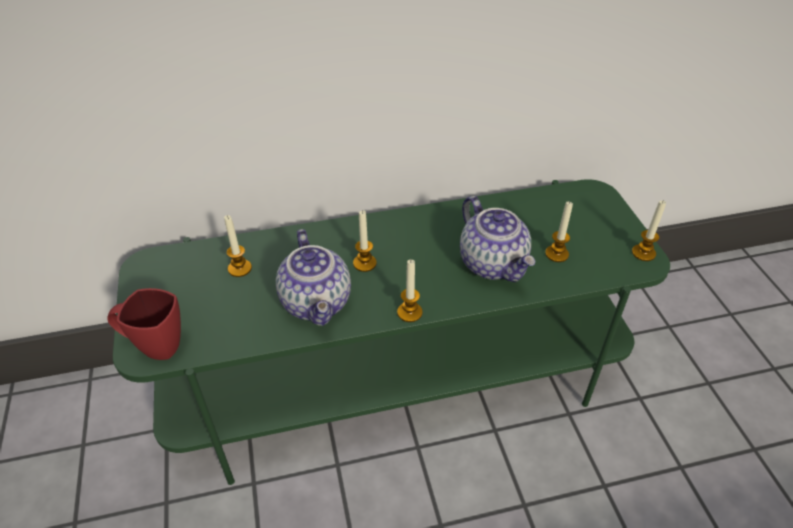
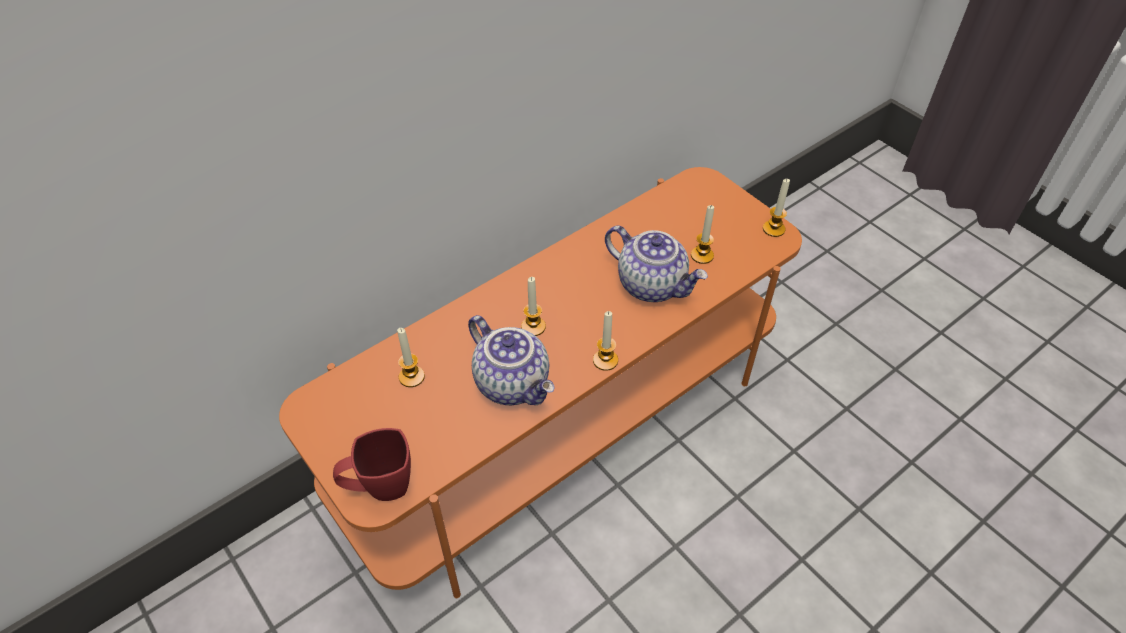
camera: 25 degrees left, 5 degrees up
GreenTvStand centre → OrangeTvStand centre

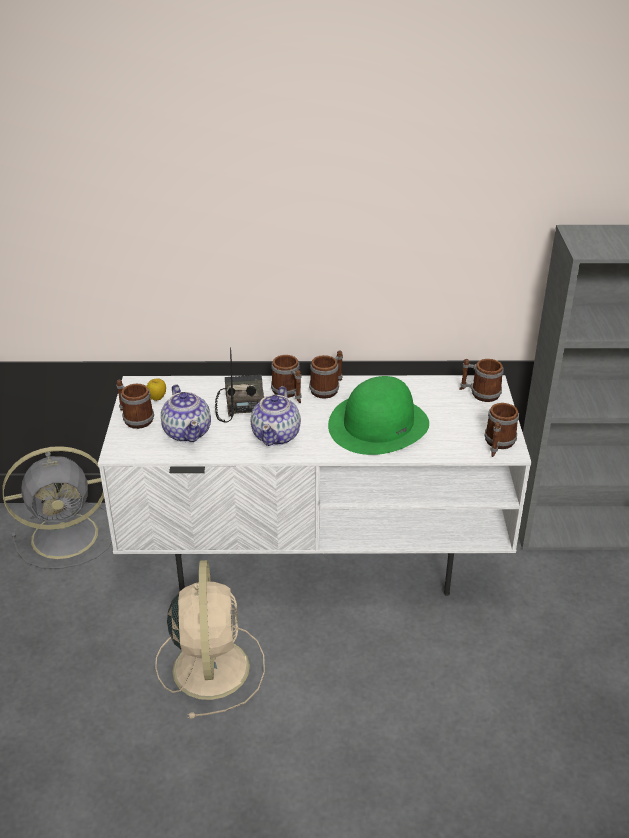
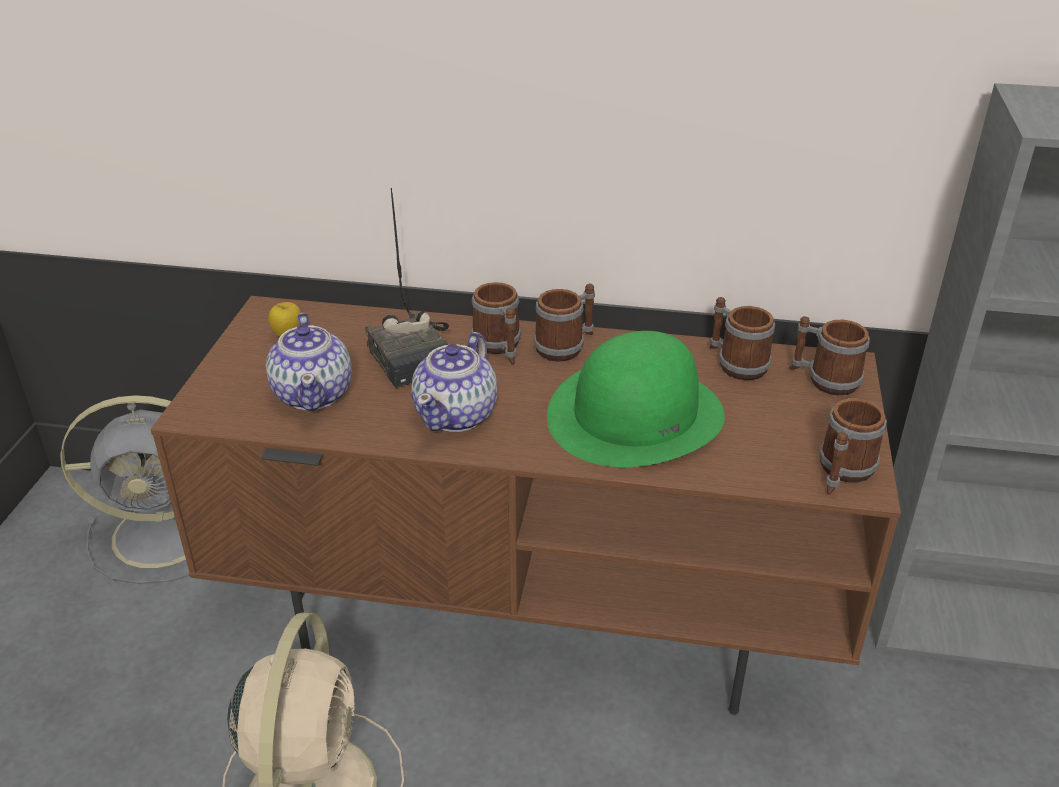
camera: 10 degrees right, 0 degrees up
Radio centre, 150 degrees clockwise
WhiteTvStand centre → BrownTvStand centre
Mug (1st from left in the first image) middle left → Mug (3rd from left) middle right, move

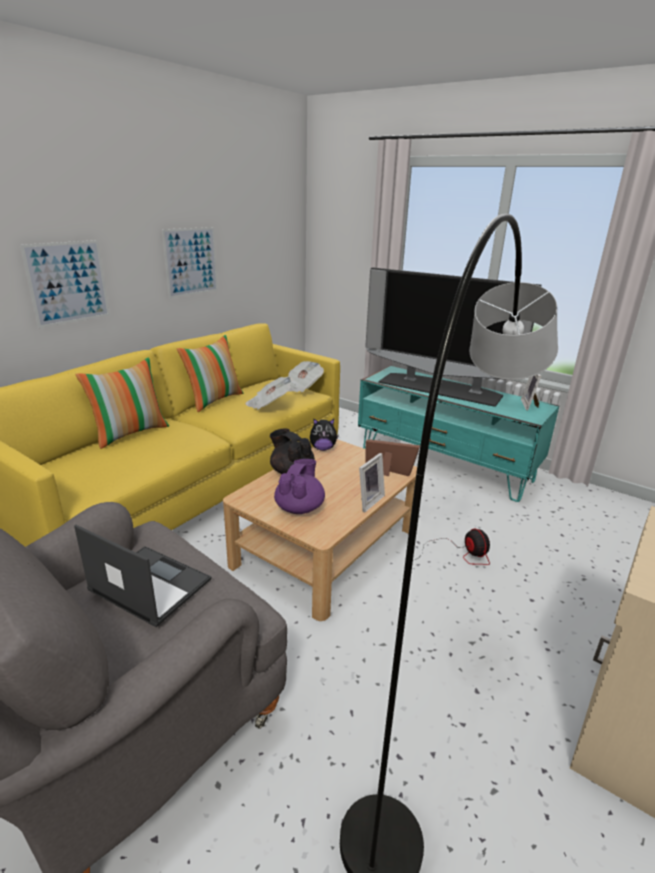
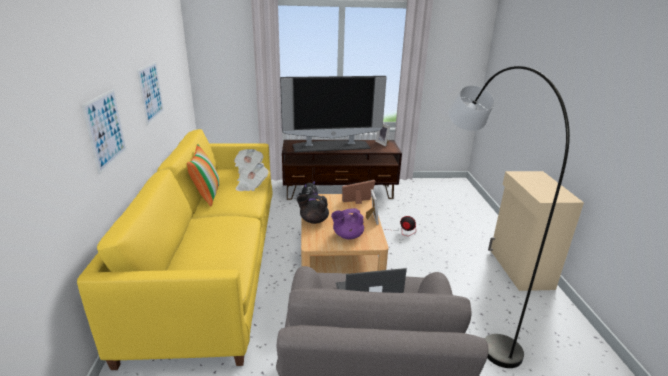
camera: 40 degrees left, 0 degrees up
Pillow (1st from left) middle left → -
TurquoiseTvStand middle right → BrownTvStand centre
PurpleTeapot centre, 90 degrees counterclockwise

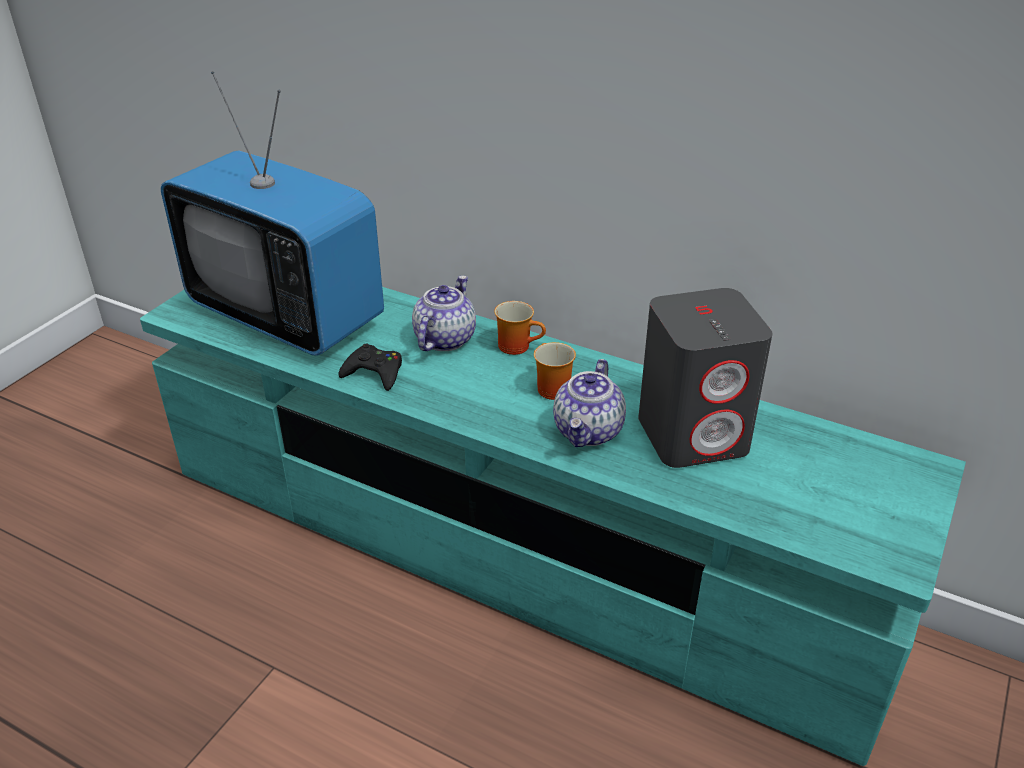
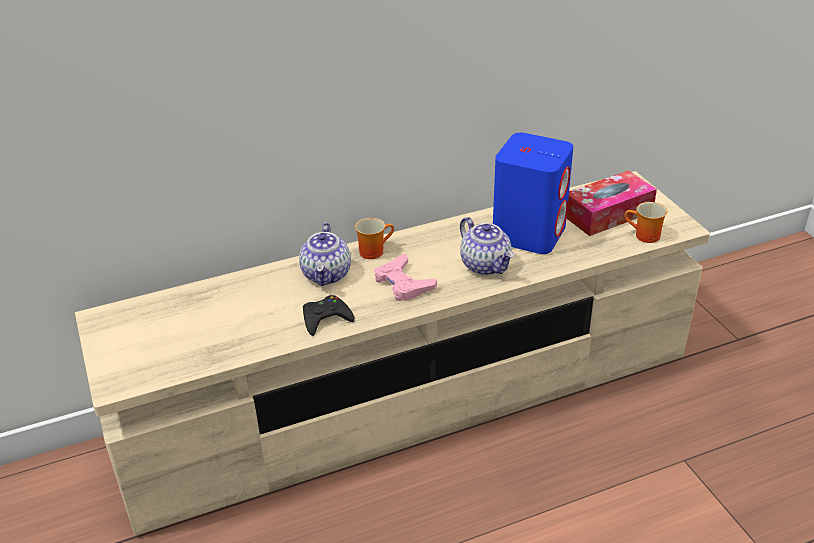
camera: 50 degrees left, 0 degrees up
Television top left → -
Teapot (1st from left) centre, 150 degrees counterclockwise
TurquoiseTvStand bottom centre → BeigeTvStand centre
GreySpeaker middle right → BlueSpeaker centre
Mug (2nd from left) centre → Mug (2nd from left) middle right, move
- → TissueBox middle right
- → PinkGameController centre

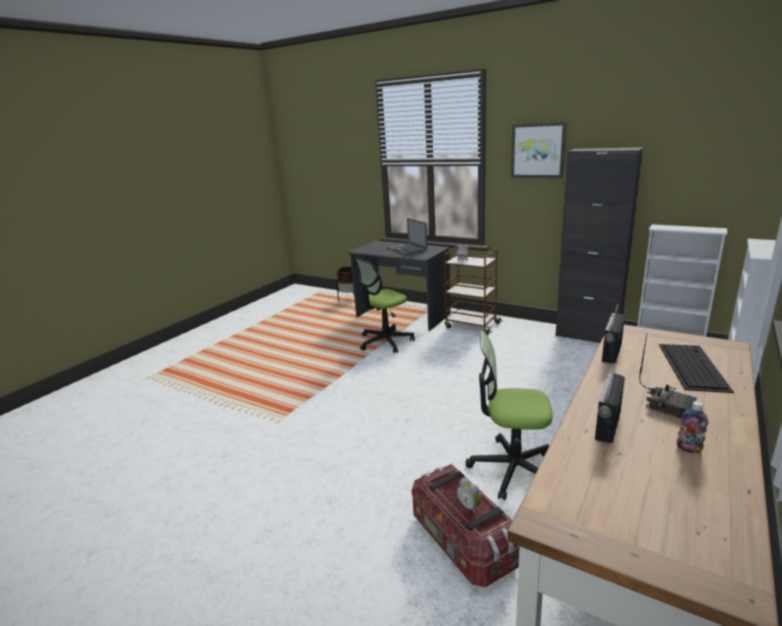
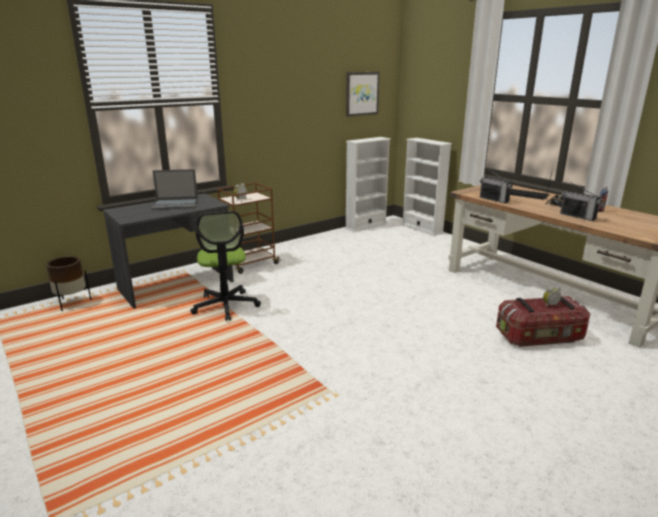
camera: 70 degrees left, 0 degrees up
Picture top right → Picture top centre, move
BlackCabinet middle right → -
OfficeChair (2nd from left) centre → -

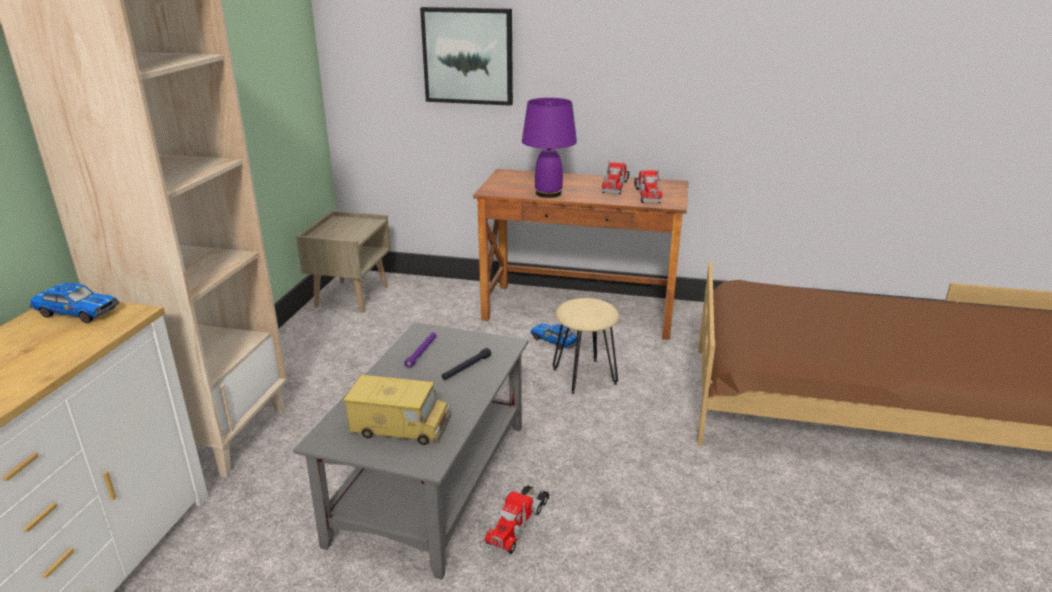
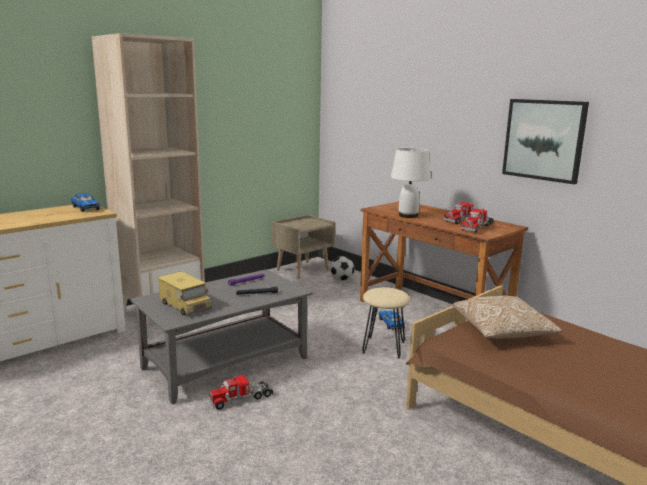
camera: 35 degrees right, 10 degrees down
Picture top centre → Picture top right, move
PurpleTableLamp top centre → WhiteTableLamp centre
- → Football centre
- → Pillow middle right

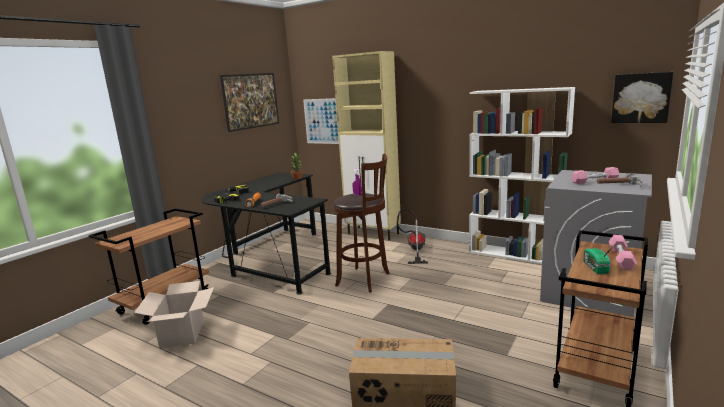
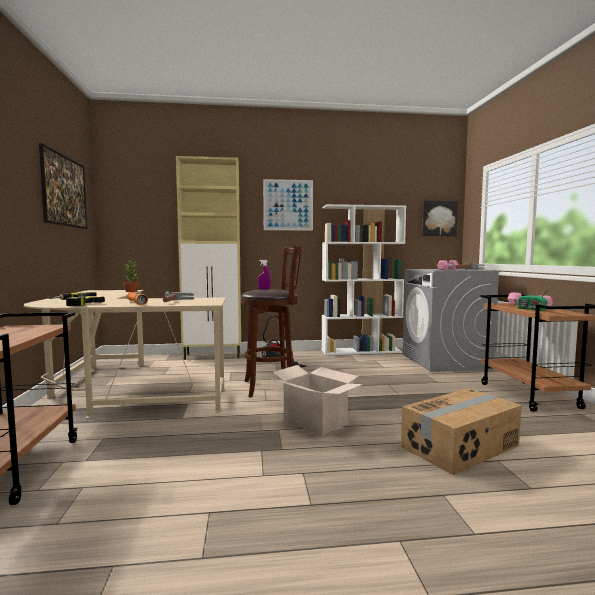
camera: 40 degrees left, 10 degrees down
Picture (2nd from left) top centre → Picture (2nd from left) centre, move
BlackDesk centre → BeigeDesk middle left
CardboardBox (1st from left) bottom left → CardboardBox (1st from left) bottom centre, move

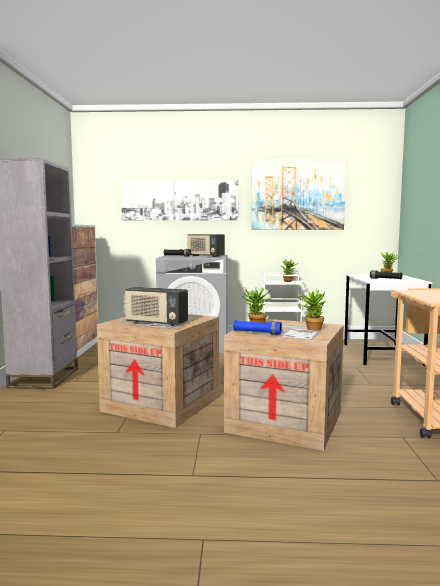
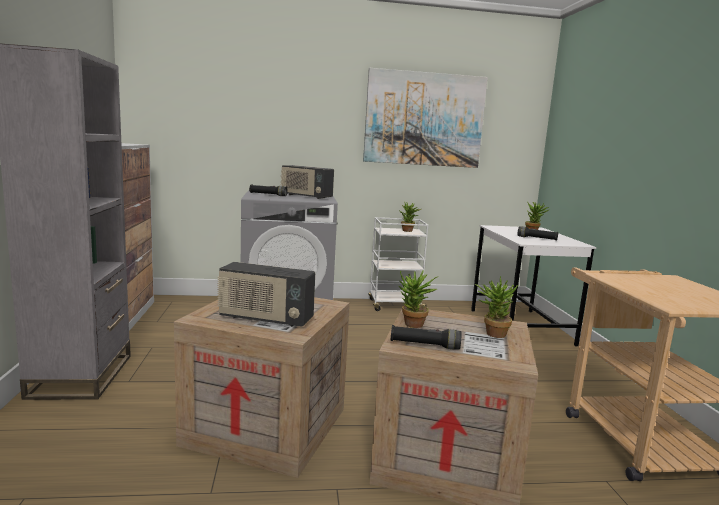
camera: 10 degrees left, 5 degrees up
Picture (1st from left) centre → -
BlueFlashlight centre → BlackFlashlight (2nd from left) bottom centre

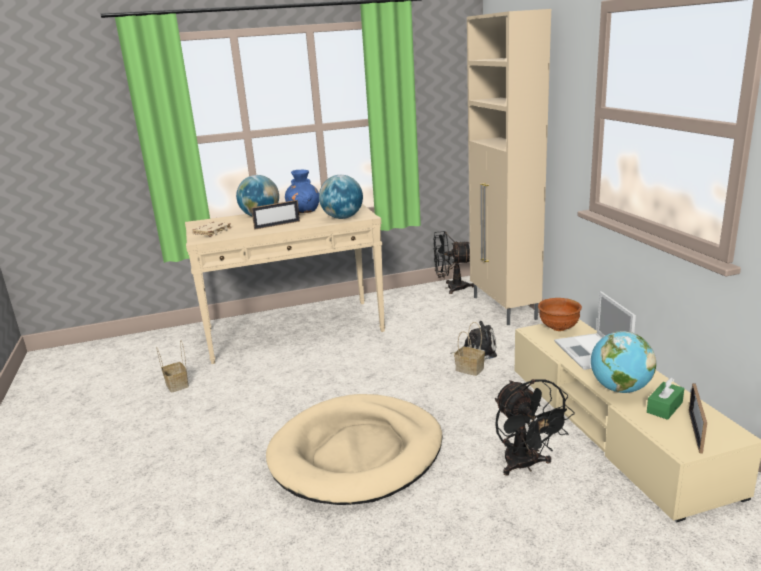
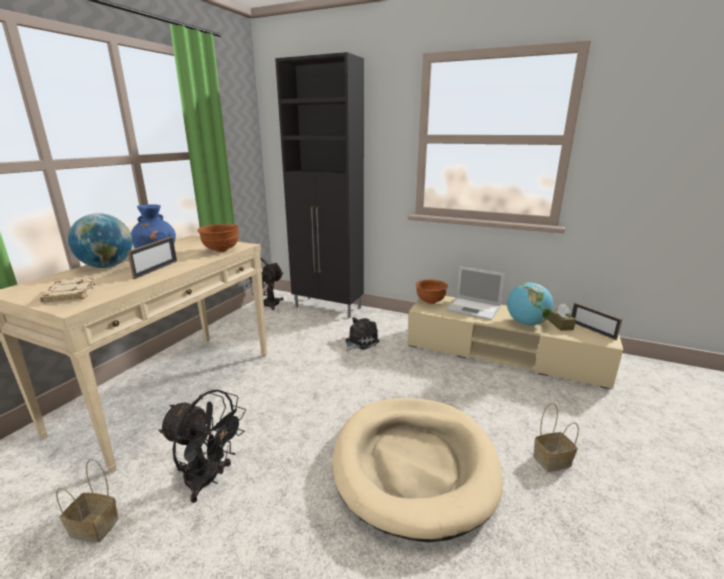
camera: 50 degrees left, 0 degrees up
BeigeCabinet top right → BlackCabinet top centre
Globe (2nd from left) centre → BrownBowl (1st from left) middle left
Basket (2nd from left) centre → Basket (2nd from left) bottom right, move
GreenTissueBox bottom right → BrownTissueBox middle right
BlackFan (2nd from left in the first image) bottom right → BlackFan (1st from left) bottom left, move

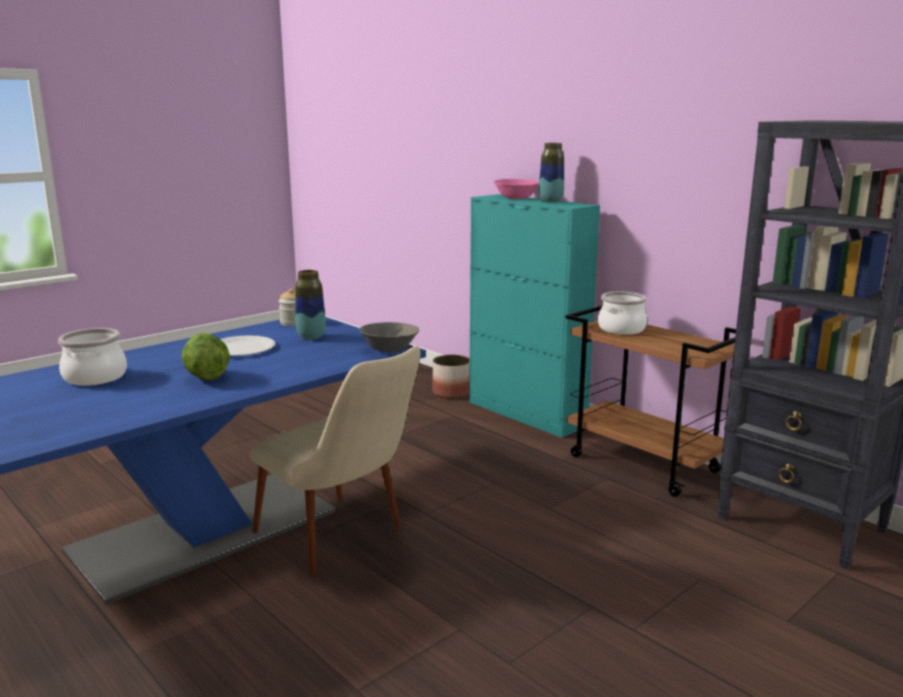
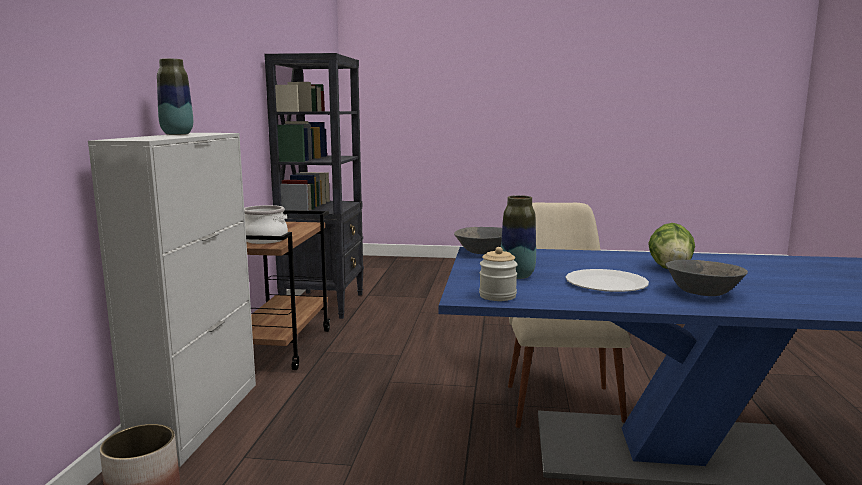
camera: 130 degrees left, 5 degrees down
PinkBowl top centre → -
TurquoiseCabinet centre → WhiteCabinet middle left
CookingPot (1st from left) middle left → -
- → GreyBowl (2nd from left) middle right

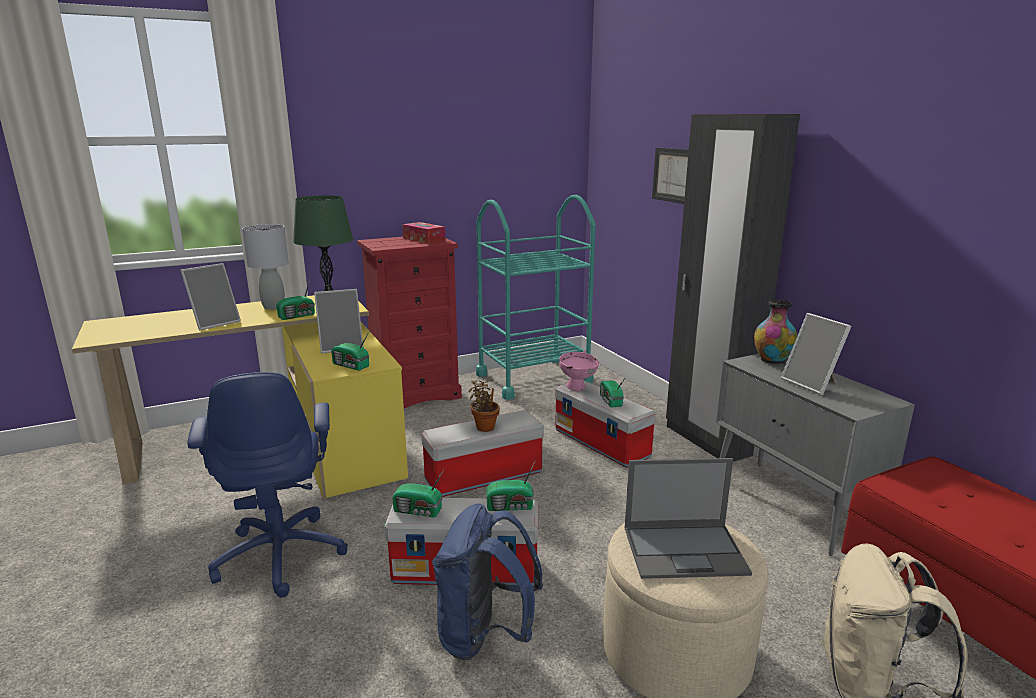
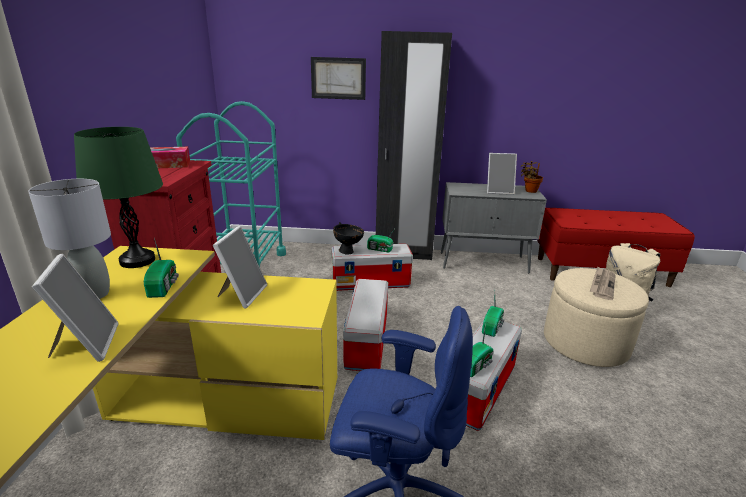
camera: 60 degrees left, 5 degrees up
Vase middle right → -
Radio (2nd from left) centre → -
PinkBowl centre → BlackBowl centre
PottedPlant centre → PottedPlant middle right, move
Laptop bottom centre → Newspaper middle right
BlueBackpack bottom centre → -

